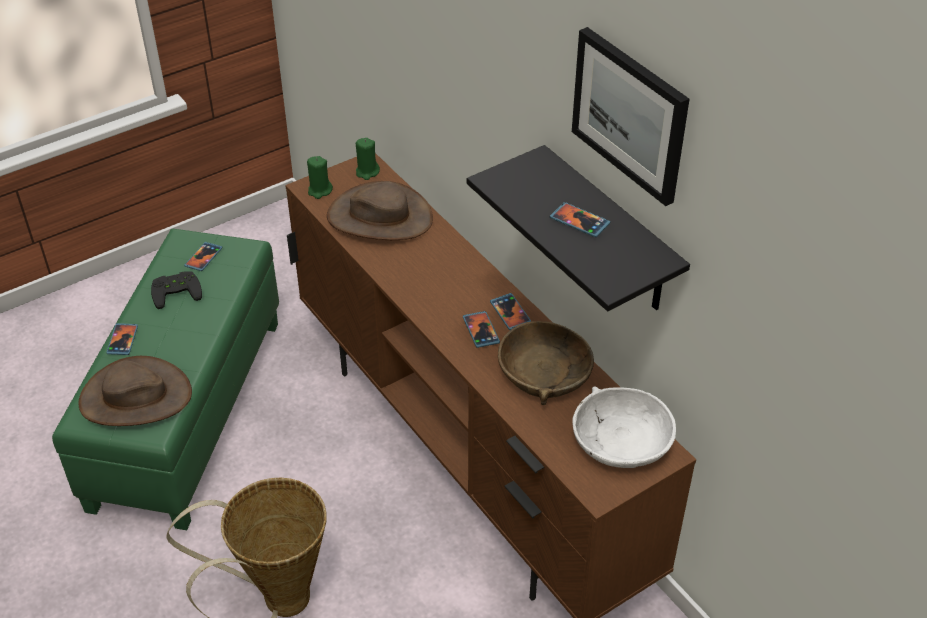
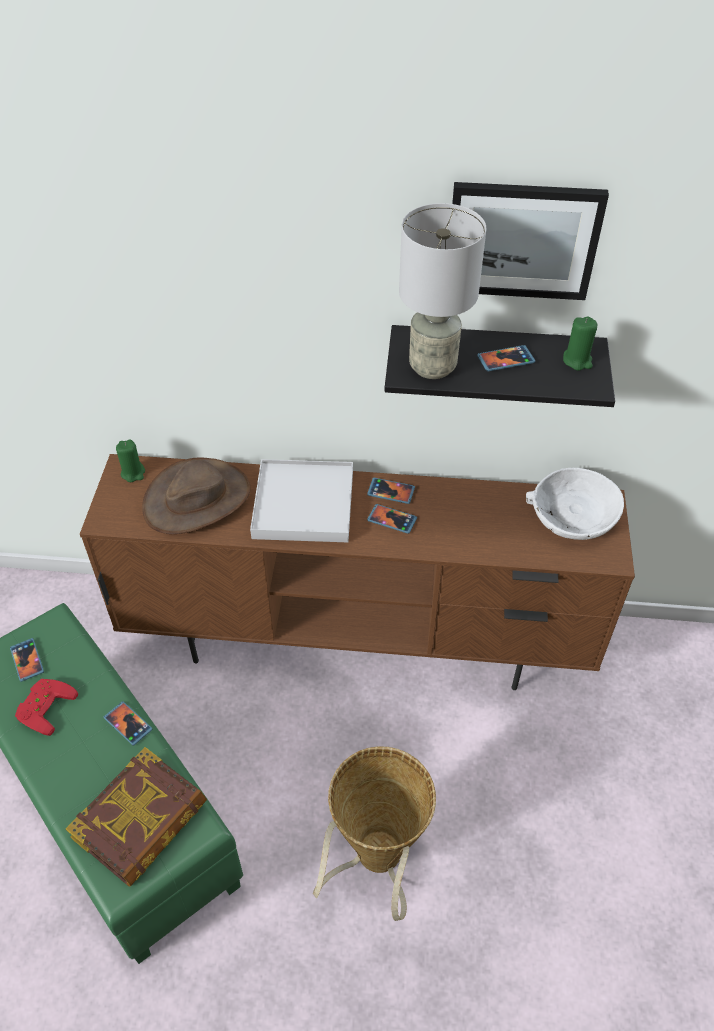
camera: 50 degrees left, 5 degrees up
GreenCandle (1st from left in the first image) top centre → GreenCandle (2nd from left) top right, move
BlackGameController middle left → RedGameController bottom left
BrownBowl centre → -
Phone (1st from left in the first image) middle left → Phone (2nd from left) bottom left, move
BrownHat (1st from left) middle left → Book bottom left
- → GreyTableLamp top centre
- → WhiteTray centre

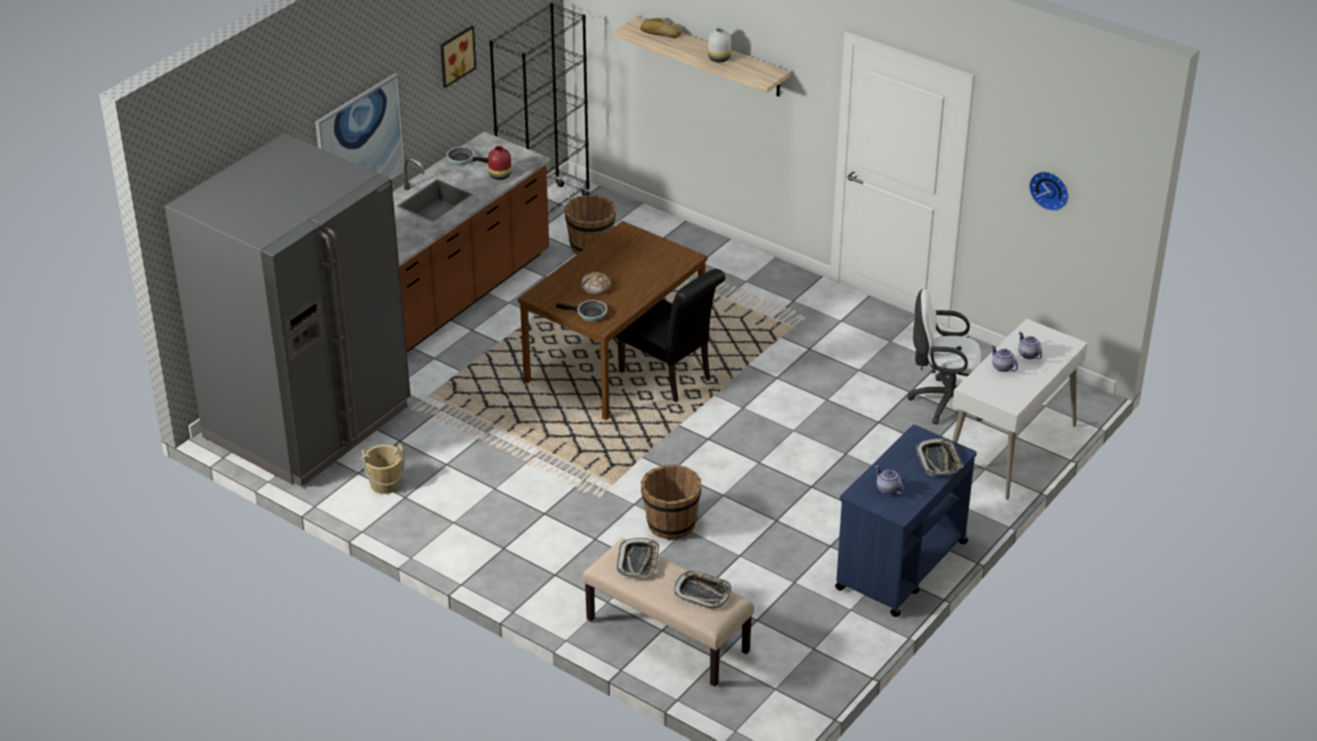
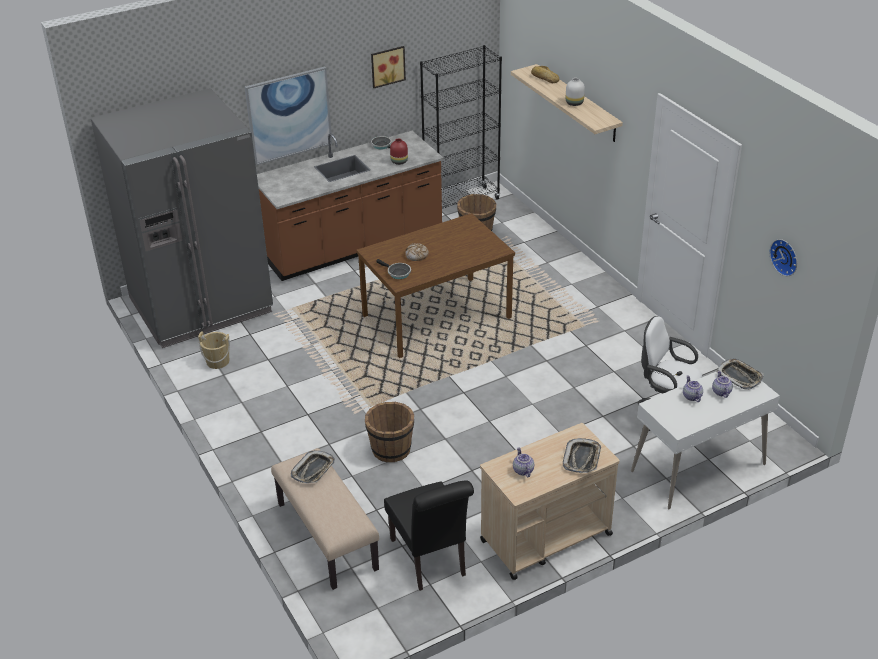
camera: 25 degrees right, 0 degrees up
BlackChair centre → BlackChair bottom centre, move
BlueCart bottom right → BeigeCart bottom centre
Tray (2nd from left in the first image) bottom centre → Tray (3rd from left) middle right, move

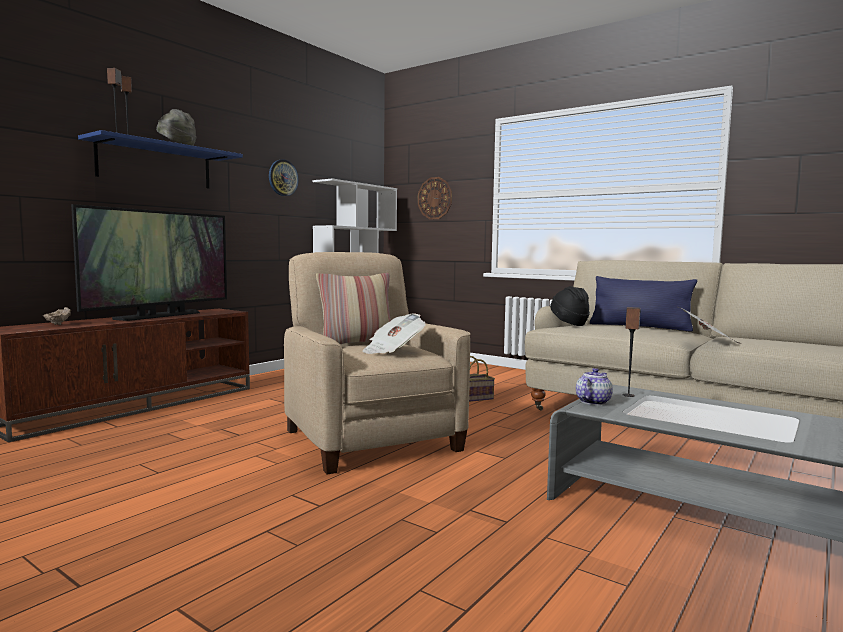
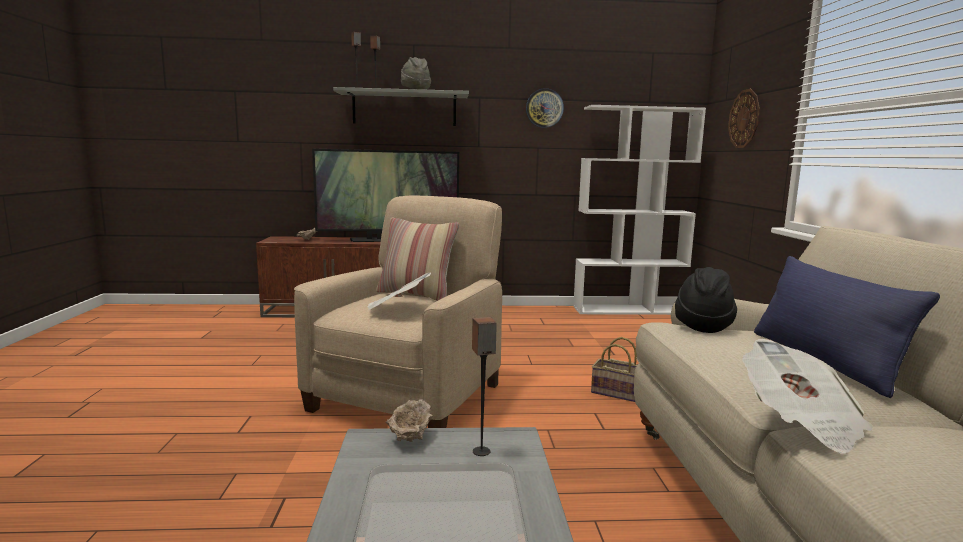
camera: 50 degrees right, 5 degrees up
BlueShelf top left → GreyShelf top centre
Teapot middle right → BeigeBowl (2nd from left) bottom centre

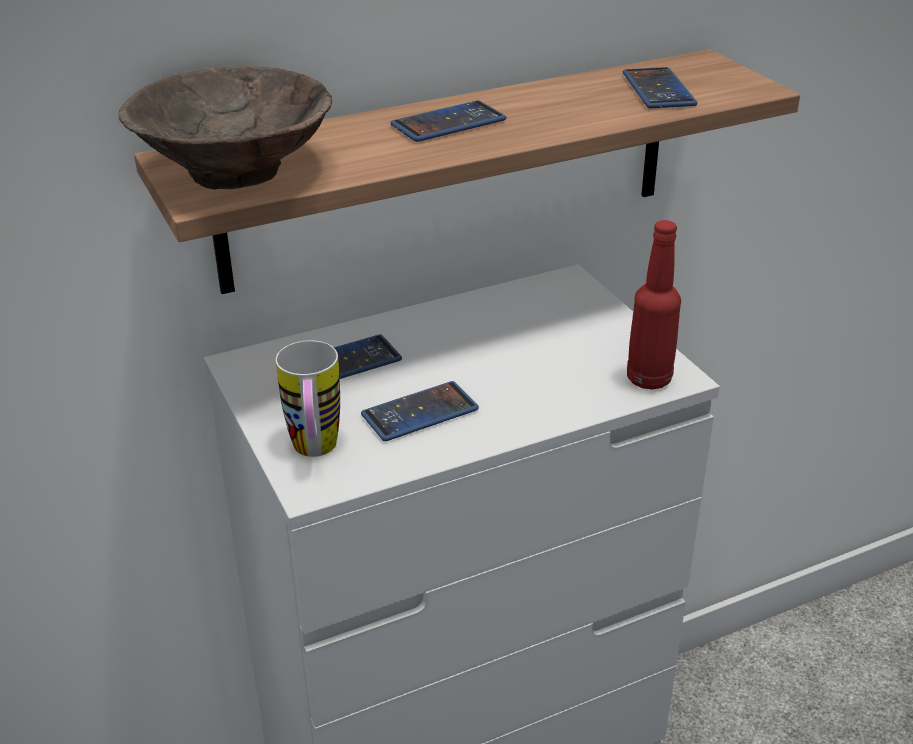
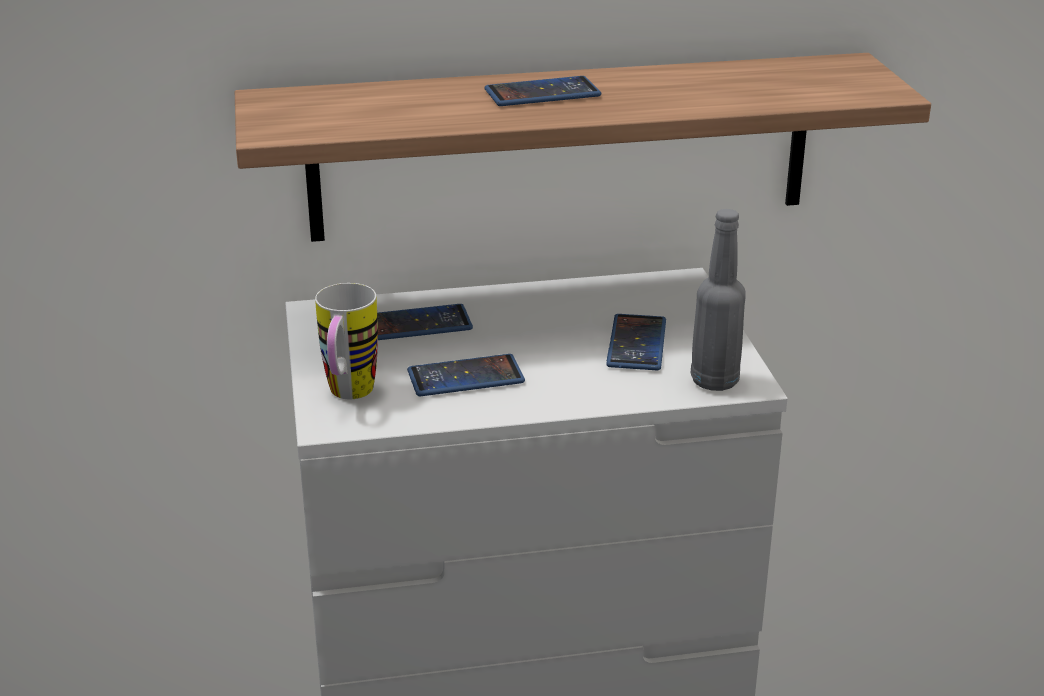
camera: 15 degrees right, 5 degrees down
BrownBowl top left → -
Phone (4th from left) top right → Phone (4th from left) centre, move
RedBottle middle right → GreyBottle middle right

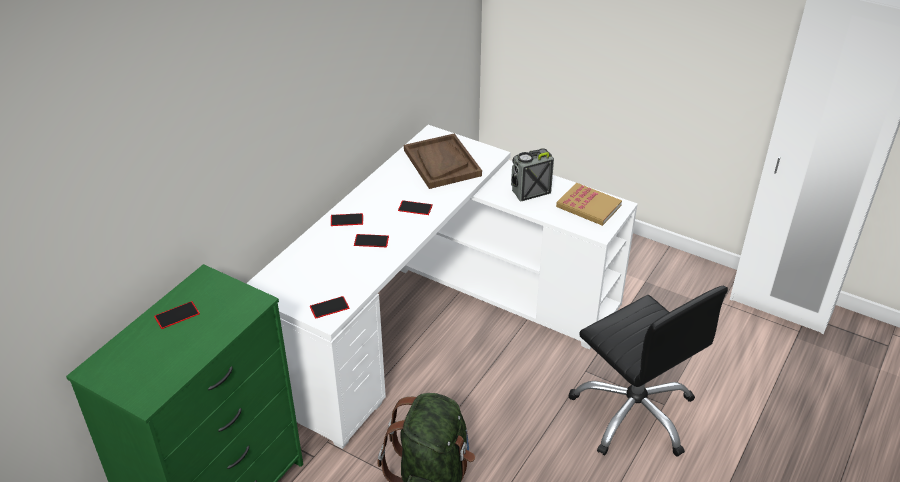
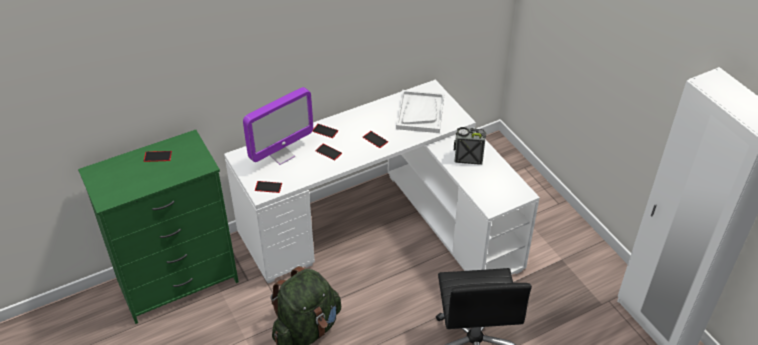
camera: 30 degrees right, 5 degrees up
BrownTray centre → WhiteTray top centre
Book centre → -
- → Monitor centre

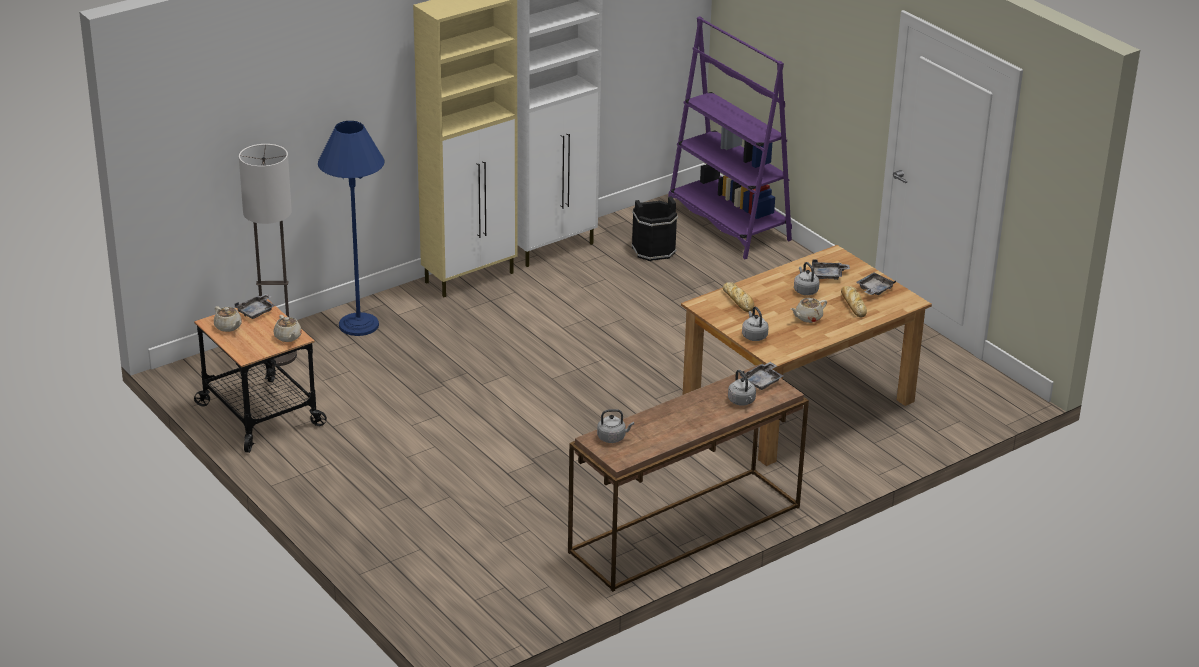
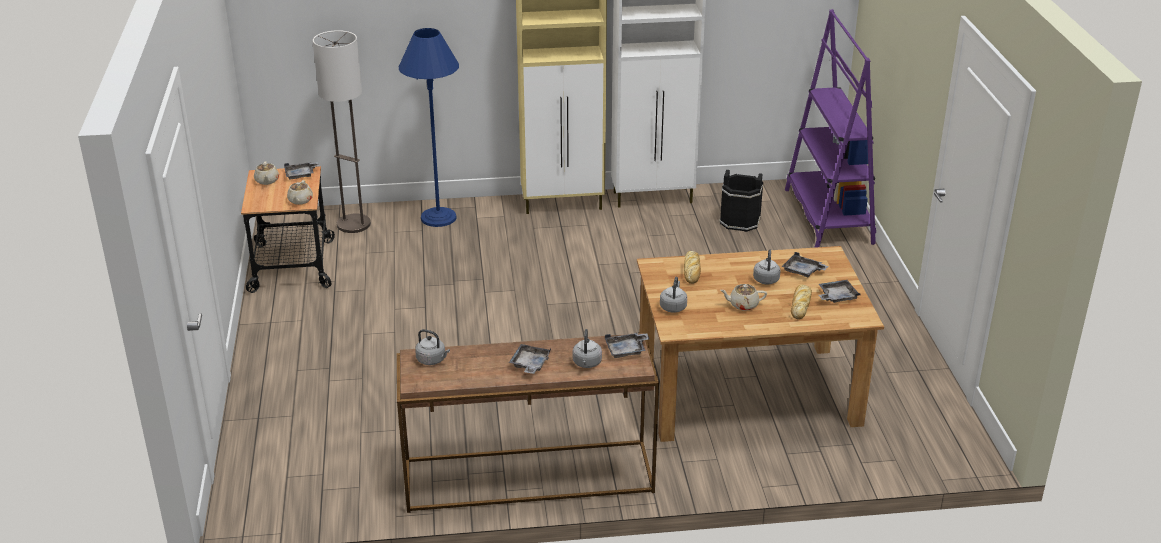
camera: 30 degrees right, 0 degrees up
- → GreyTray (2nd from left) centre

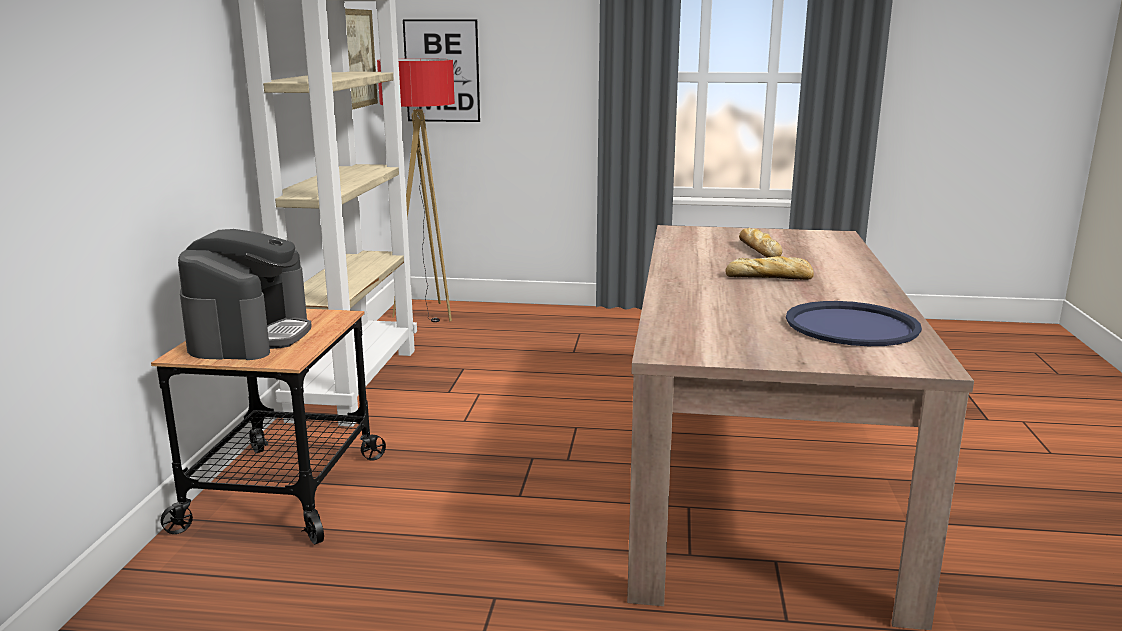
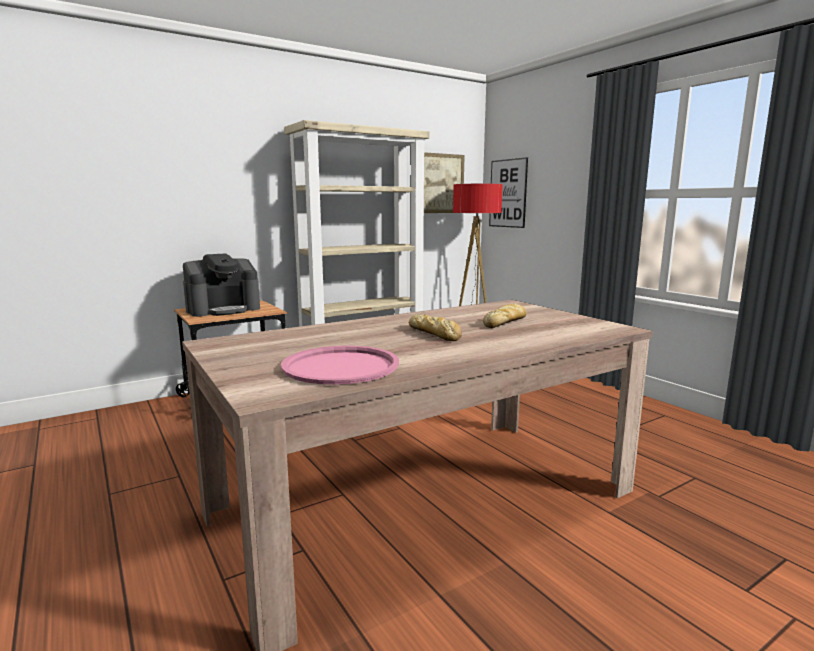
camera: 50 degrees right, 5 degrees down
BlueTray middle right → PinkTray centre

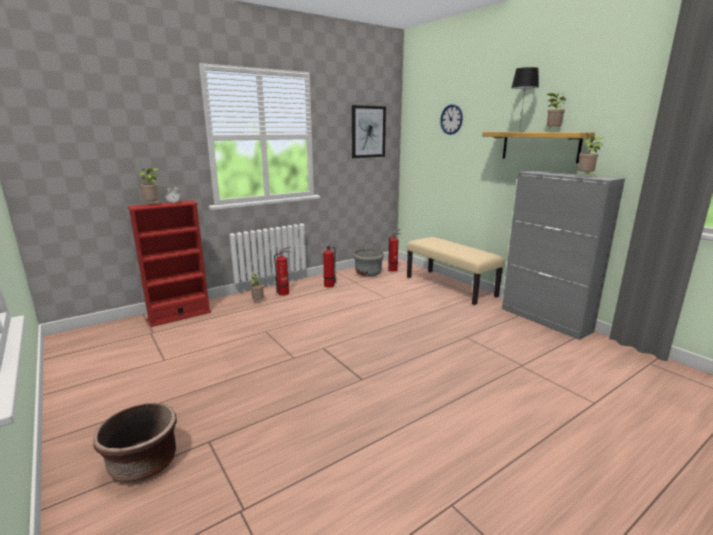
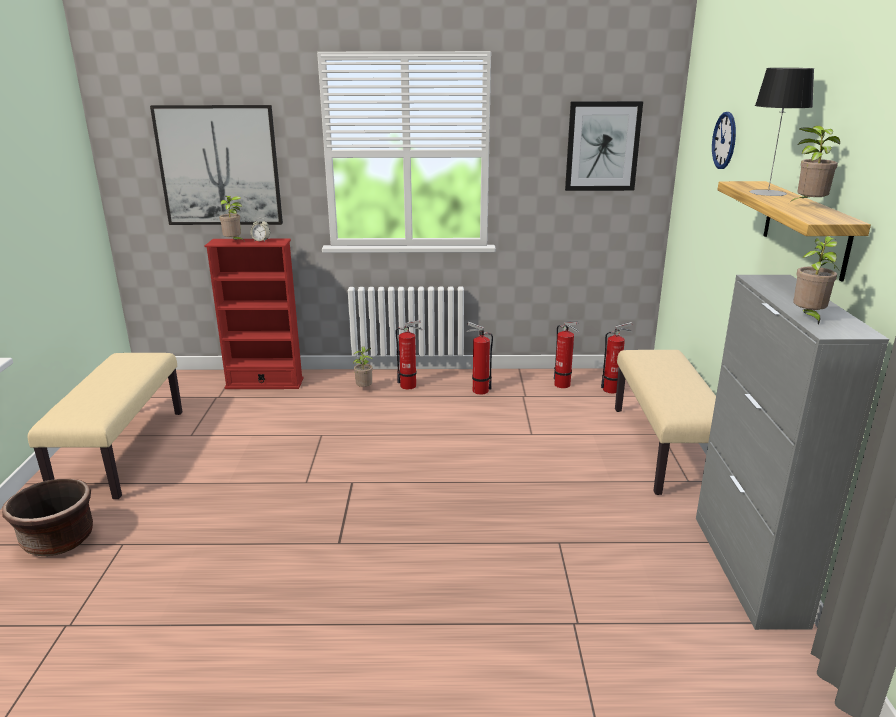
camera: 35 degrees right, 5 degrees up
GreyPlanter centre → FireExtinguisher (3rd from left) centre
- → Picture (1st from left) top left
- → BeigeBench (1st from left) middle left

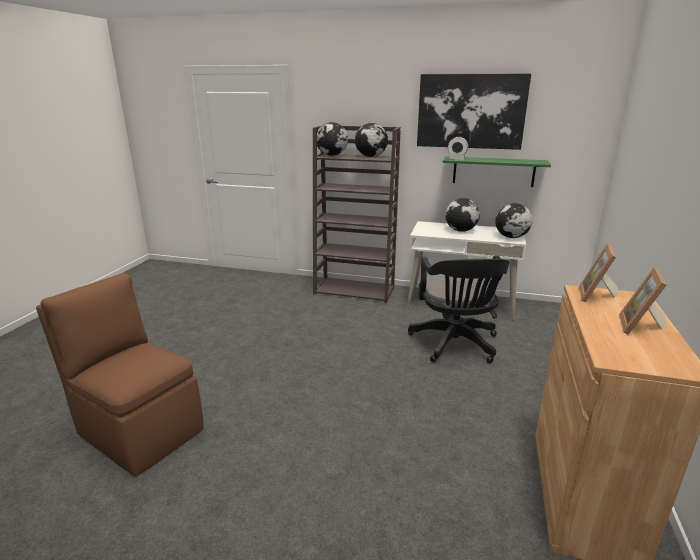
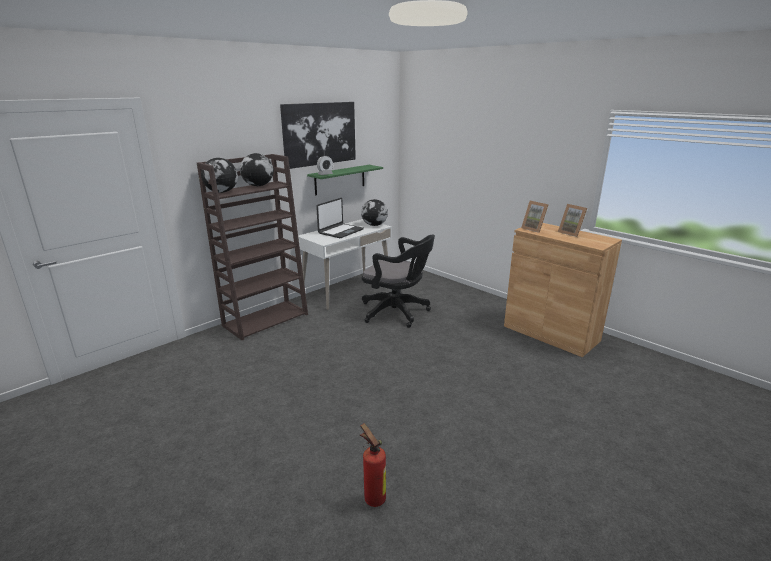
camera: 60 degrees left, 0 degrees up
Globe (3rd from left) centre → Laptop centre
BrownChair bottom left → FireExtinguisher bottom centre

